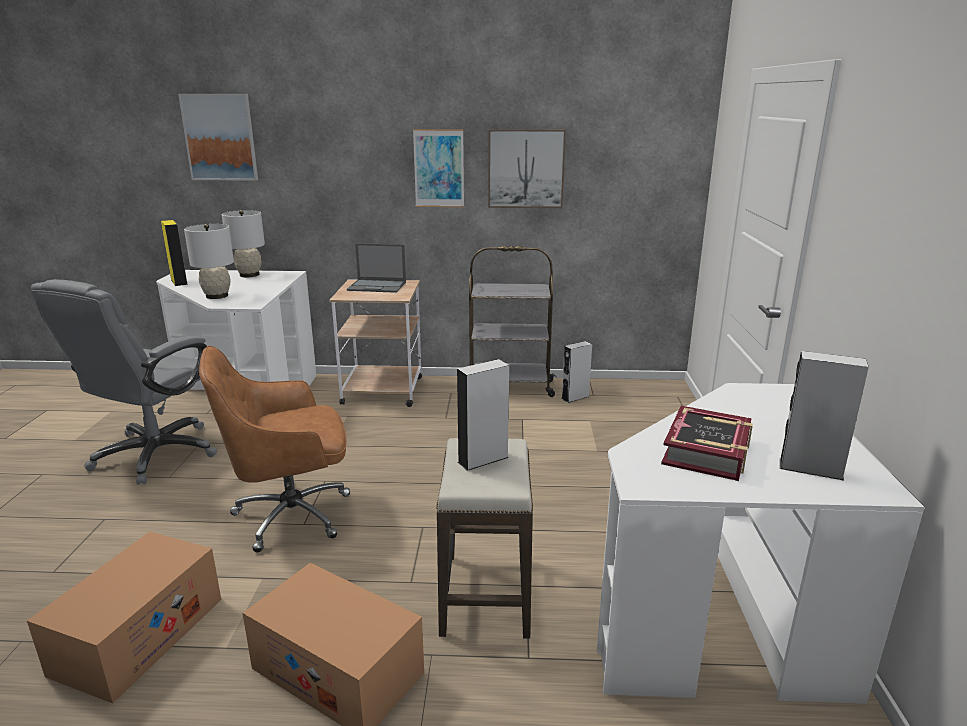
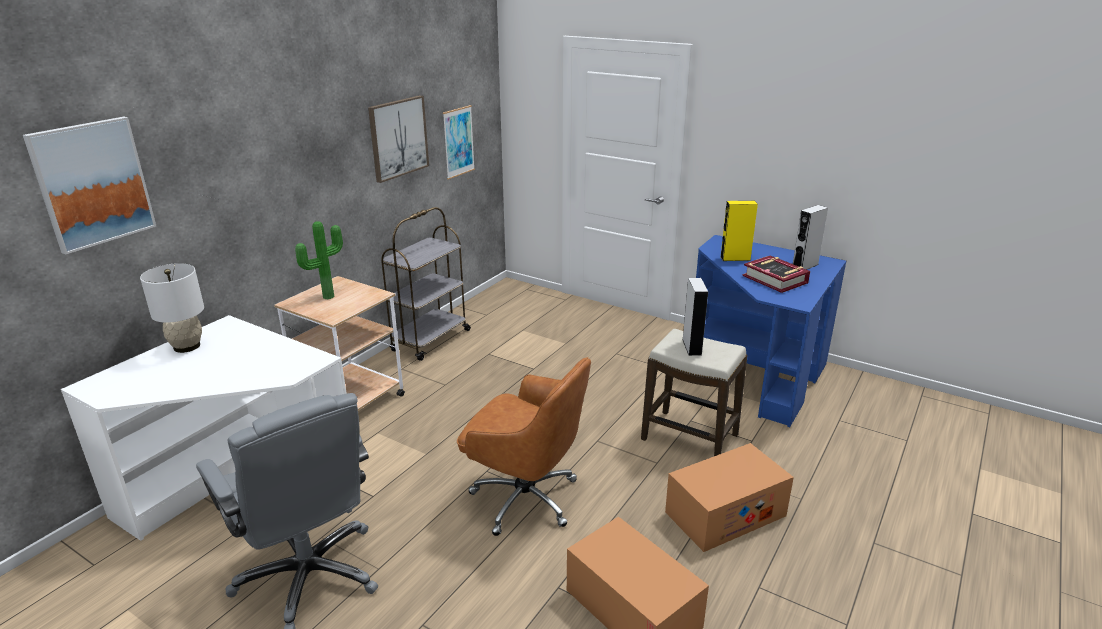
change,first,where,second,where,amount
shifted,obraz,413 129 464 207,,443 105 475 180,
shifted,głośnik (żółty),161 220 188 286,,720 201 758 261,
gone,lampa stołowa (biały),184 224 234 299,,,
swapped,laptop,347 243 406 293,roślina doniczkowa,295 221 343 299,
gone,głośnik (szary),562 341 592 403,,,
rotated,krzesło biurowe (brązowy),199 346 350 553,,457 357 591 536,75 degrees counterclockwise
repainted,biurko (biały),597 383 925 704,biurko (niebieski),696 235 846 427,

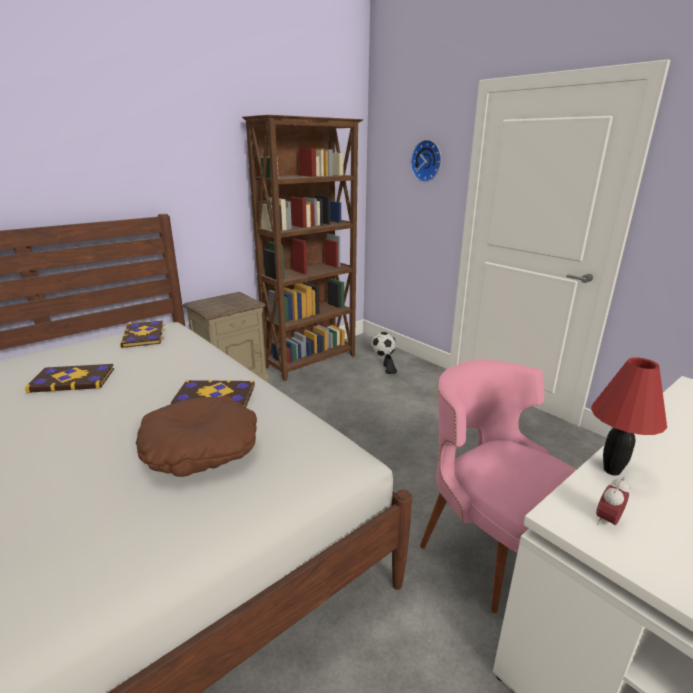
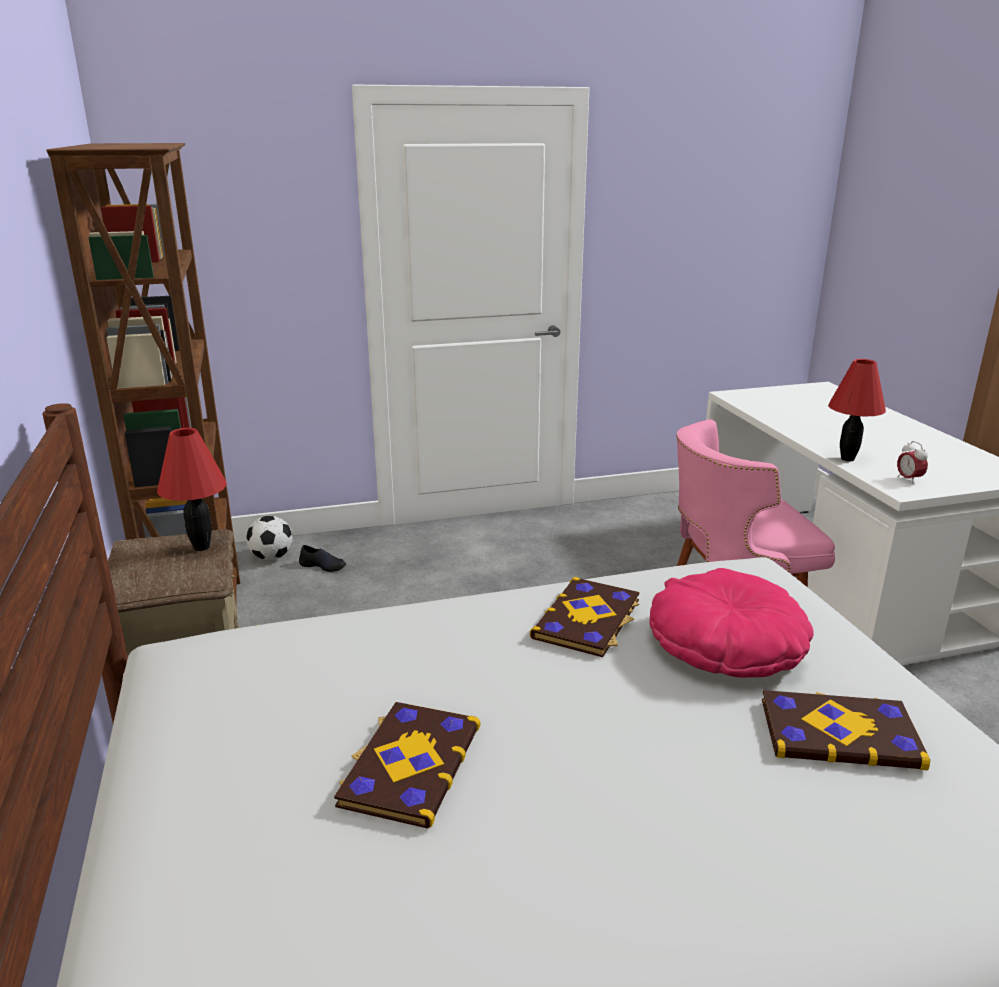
change,first,where,second,where,amount
gone,zegar ścienny,411 140 441 182,,,
shifted,książka,120 320 166 348,,762 690 930 770,
repainted,poduszka (brązowy),136 396 257 477,poduszka (różowy),649 568 814 678,
new,,,lampa stołowa (czerwony),157 428 227 551,

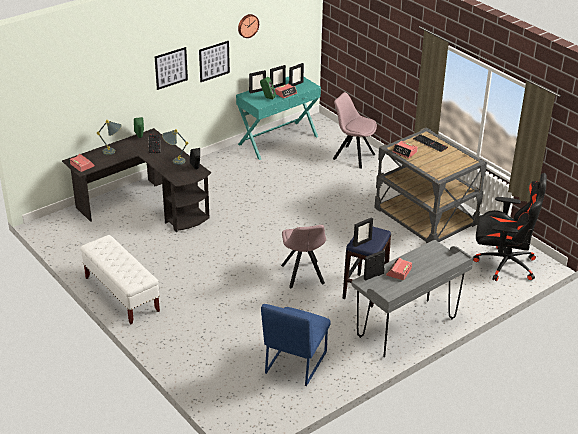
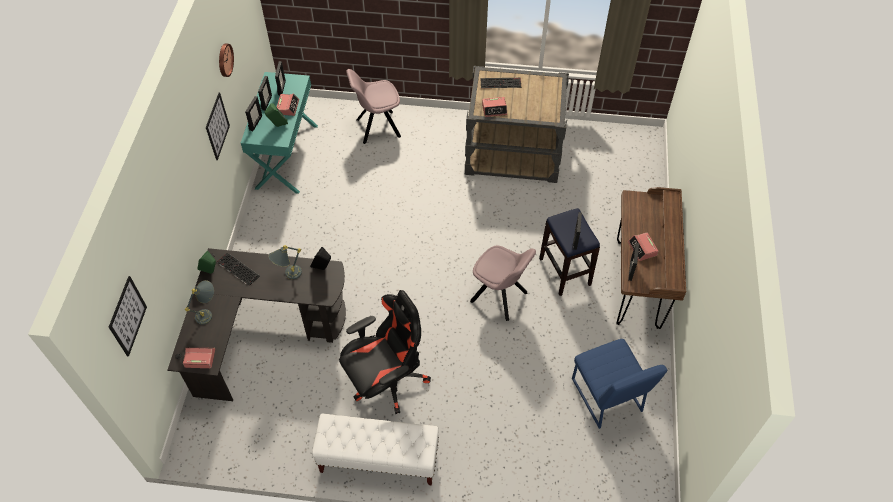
change,first,where,second,where,amount
shifted,obraz,155 47 188 90,,109 276 147 357,
shifted,krzesło biurowe (czarny),473 173 547 281,,339 290 431 414,
repainted,biurko (szary),352 240 473 357,biurko (brązowy),616 187 686 329,

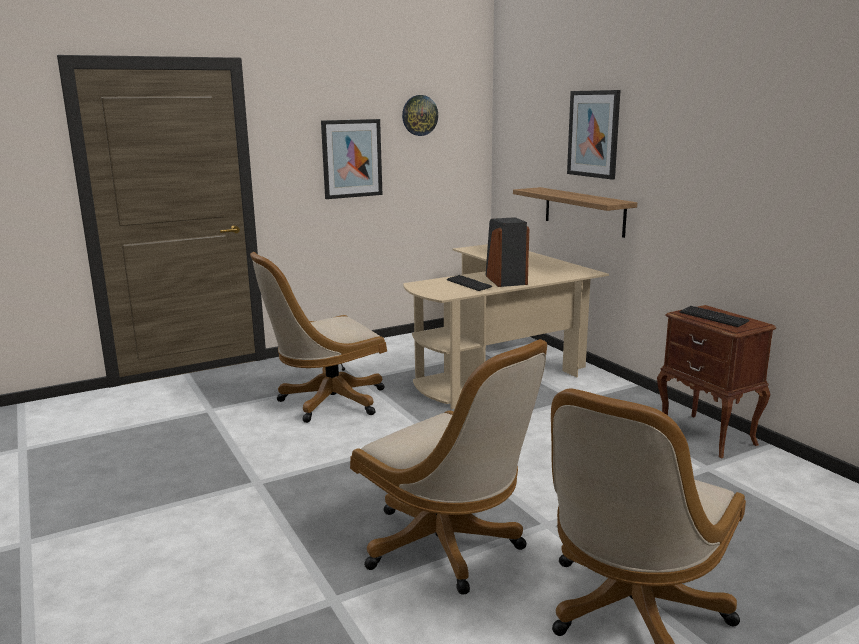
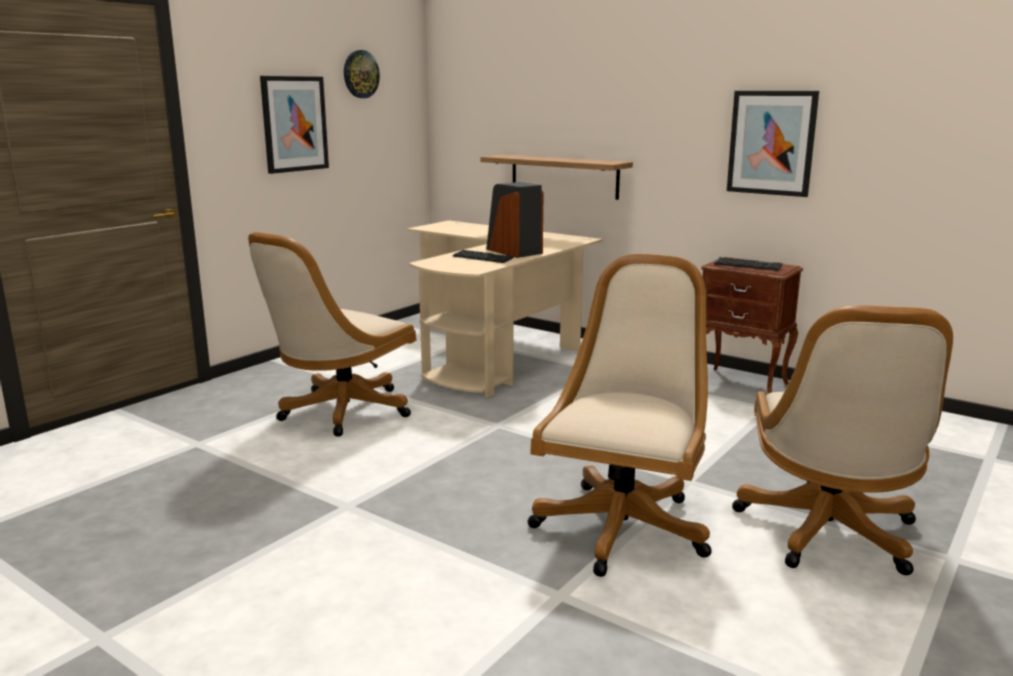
change,first,where,second,where,amount
shifted,obraz,567 90 620 180,,727 91 819 197,
rotated,krzesło biurowe,350 339 547 595,,528 253 712 577,90 degrees counterclockwise

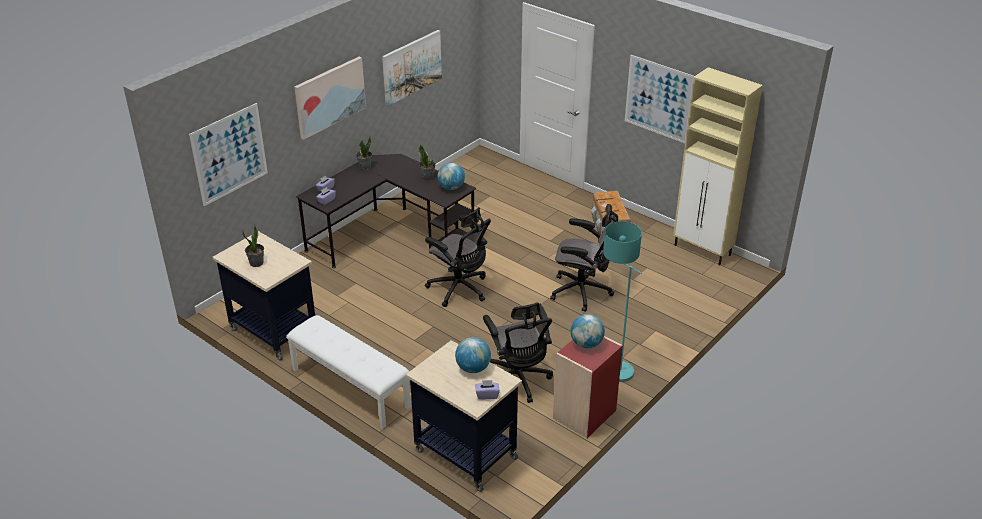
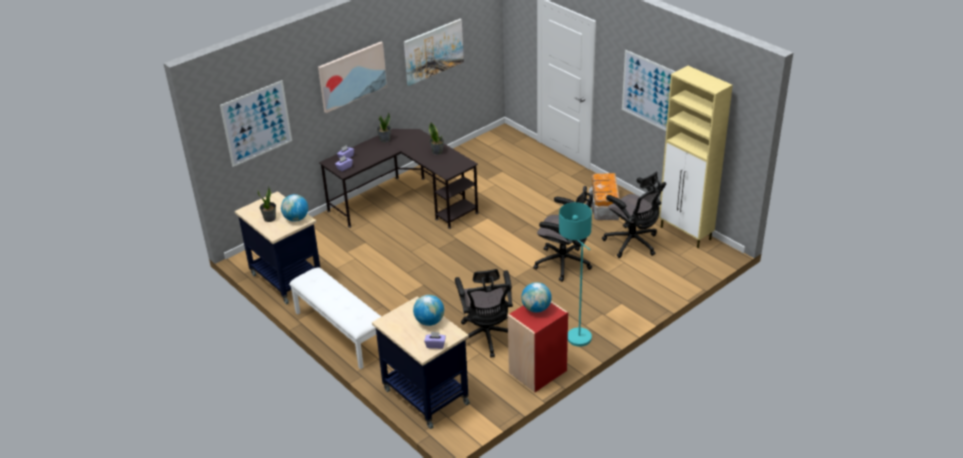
change,first,where,second,where,amount
shifted,globus,438 163 465 190,,281 194 308 222,
shifted,krzesło biurowe,425 207 491 307,,602 171 666 258,

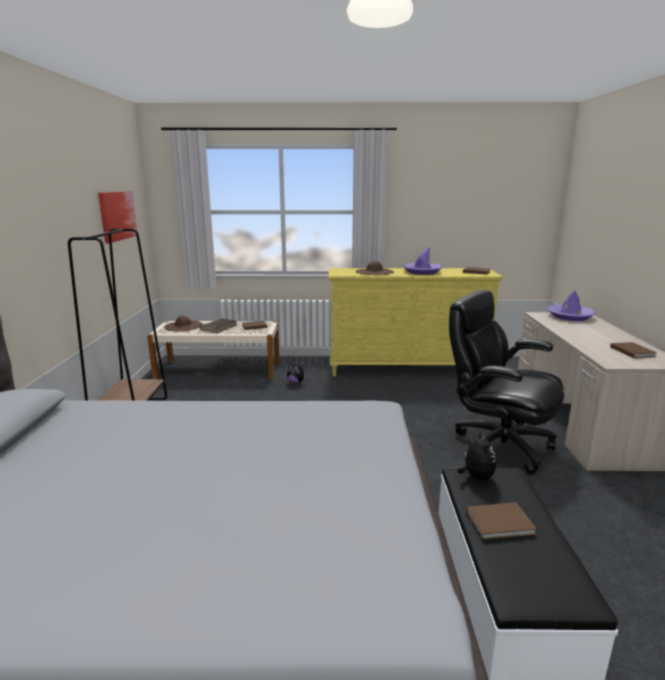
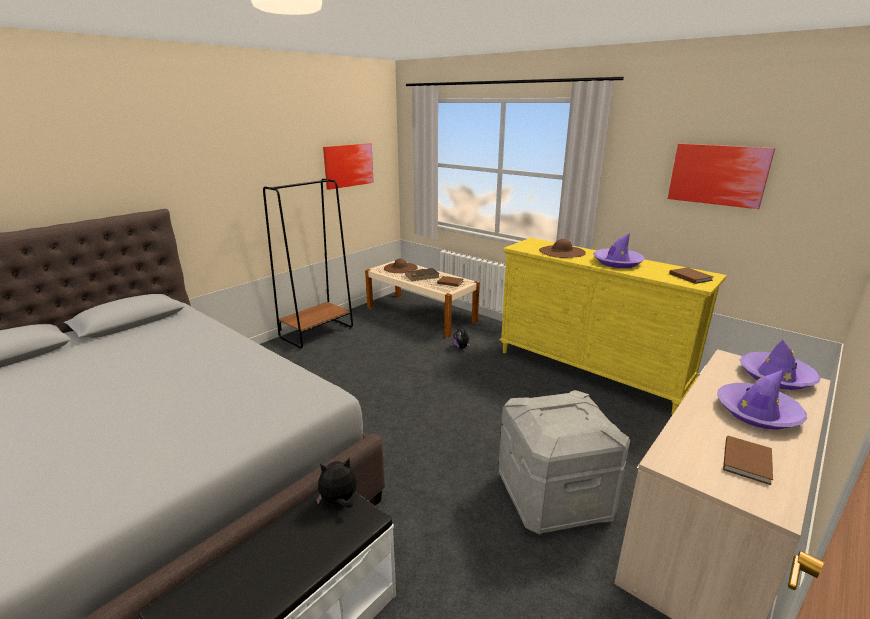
change,first,where,second,where,amount
swapped,krzesło biurowe (czarny),449 290 564 475,pojemnik do przechowywania (szary),498 390 630 535,
rotated,pluszak,458 432 497 480,,316 457 357 508,150 degrees counterclockwise
gone,książka (brązowy),466 502 537 540,,,
new,,,obraz,668 144 775 209,
new,,,kapelusz (fioletowy),717 370 807 429,

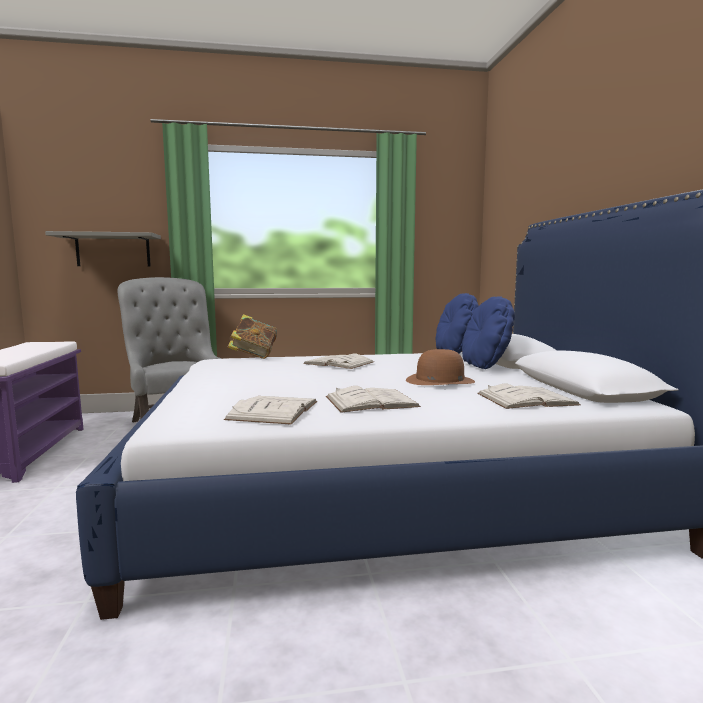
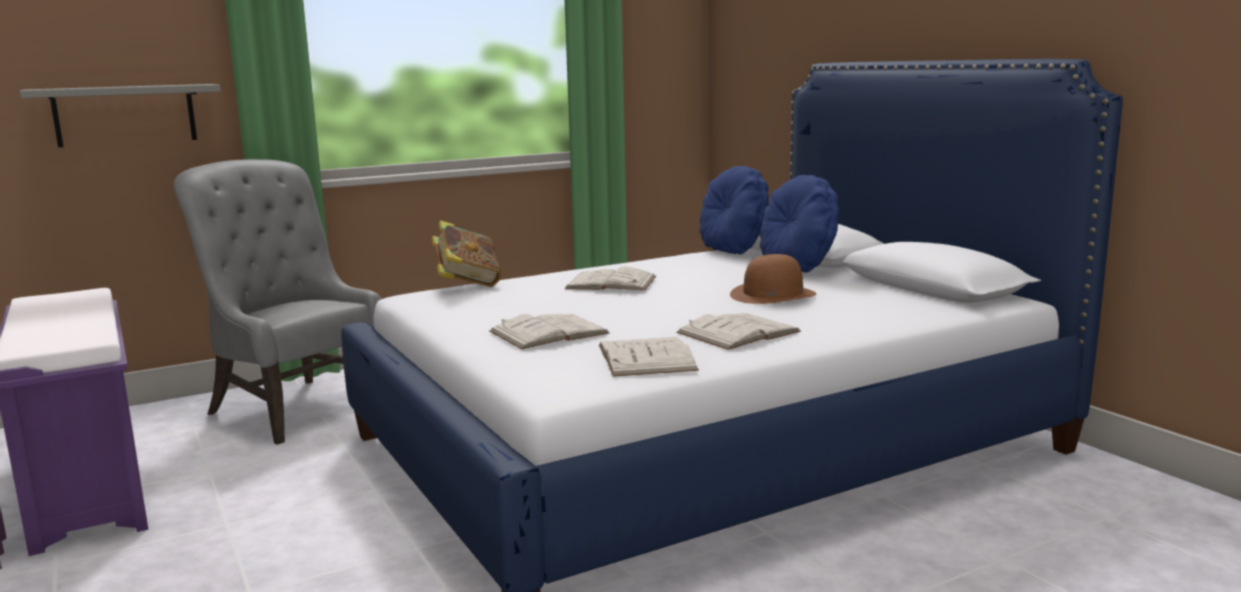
change,first,where,second,where,amount
shifted,książka (biały),477 383 581 409,,489 314 610 349,

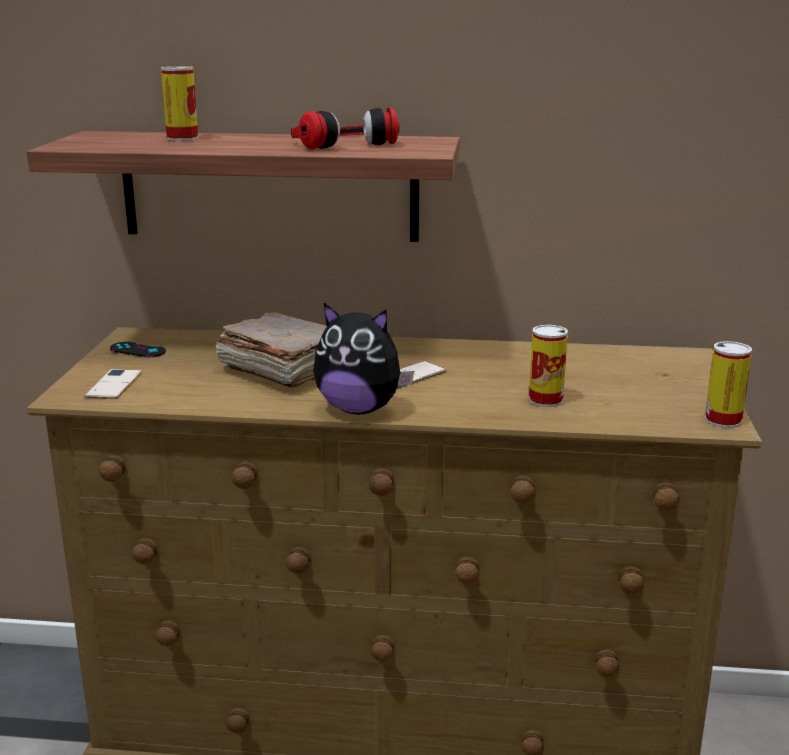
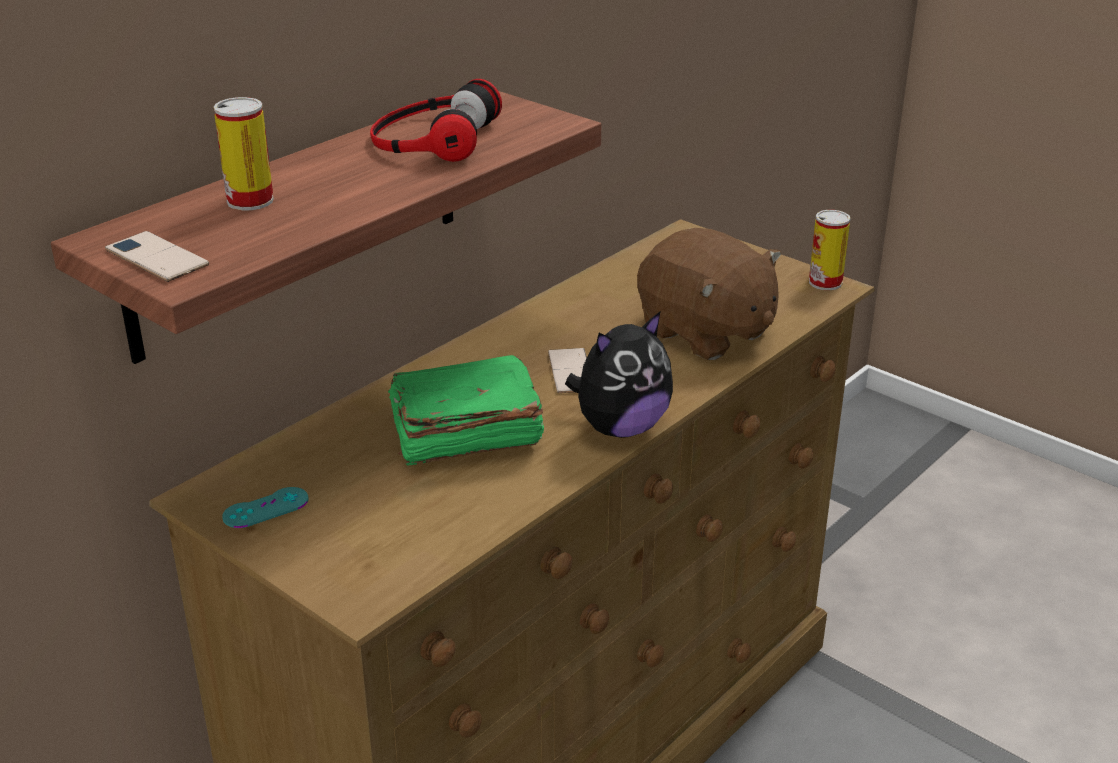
change,first,where,second,where,amount
repainted,książka (brązowy),216 312 327 388,książka (zielony),388 355 544 466,
swapped,puszka,529 325 568 407,pluszak (brązowy),637 228 781 360,
repainted,pad do gier (czarny),110 342 166 357,pad do gier (turkusowy),222 487 309 528,
shifted,telefon,85 369 142 399,,105 231 209 282,

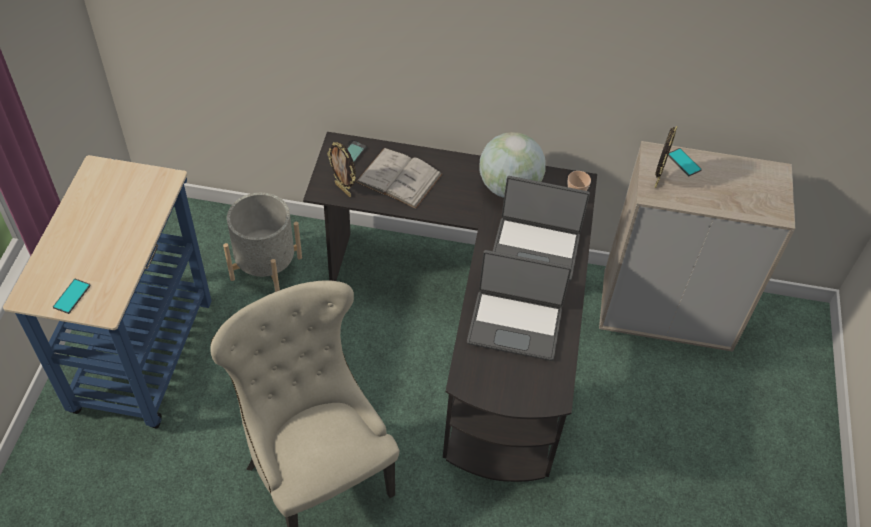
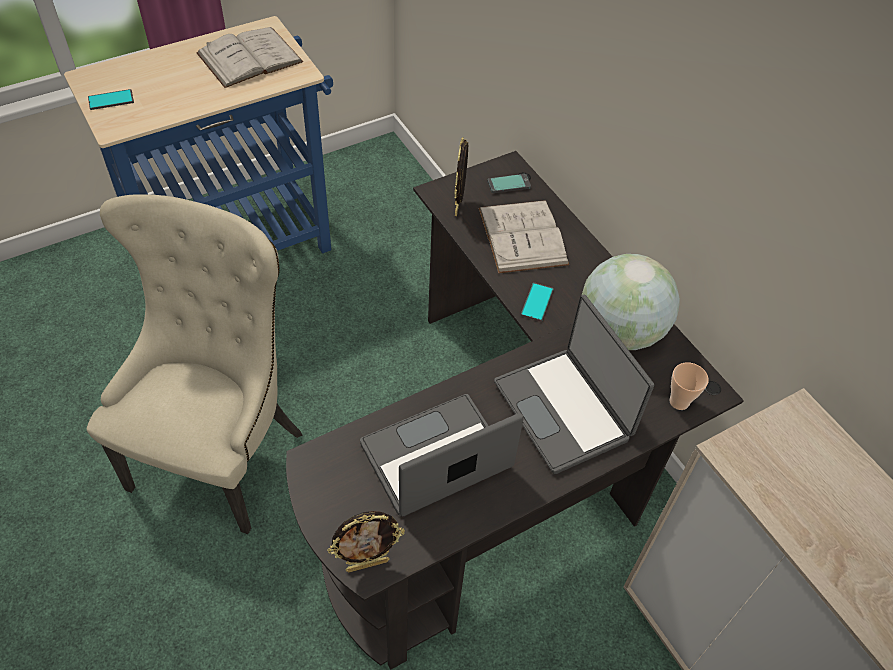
change,first,where,second,where,amount
shifted,ramka na zdjęcie,654 126 677 188,,327 511 405 573,
shifted,telefon,668 148 702 176,,521 282 554 322,
gone,donica (szary),223 193 302 292,,,
rotated,laptop,467 250 572 361,,360 394 524 517,90 degrees clockwise
new,,,książka (biały),196 27 303 88,

